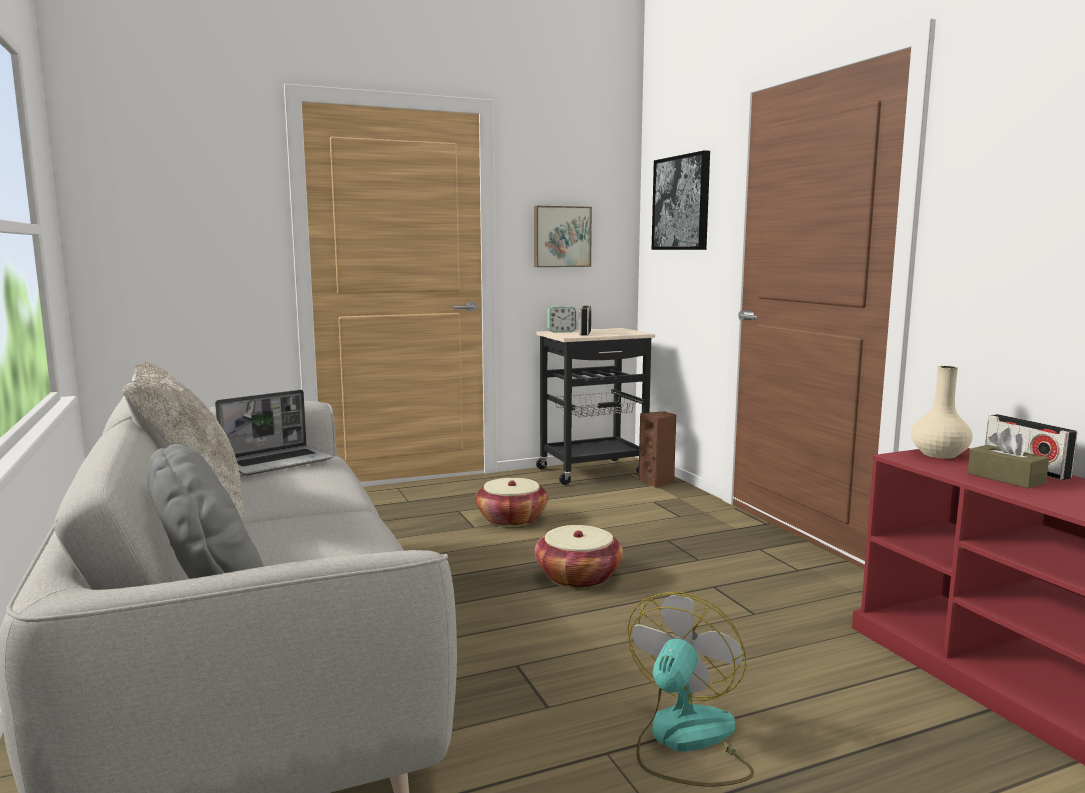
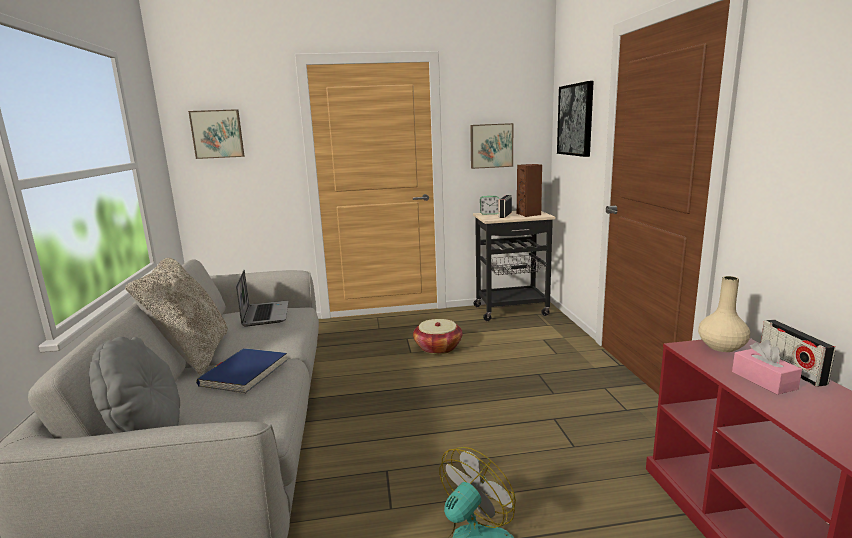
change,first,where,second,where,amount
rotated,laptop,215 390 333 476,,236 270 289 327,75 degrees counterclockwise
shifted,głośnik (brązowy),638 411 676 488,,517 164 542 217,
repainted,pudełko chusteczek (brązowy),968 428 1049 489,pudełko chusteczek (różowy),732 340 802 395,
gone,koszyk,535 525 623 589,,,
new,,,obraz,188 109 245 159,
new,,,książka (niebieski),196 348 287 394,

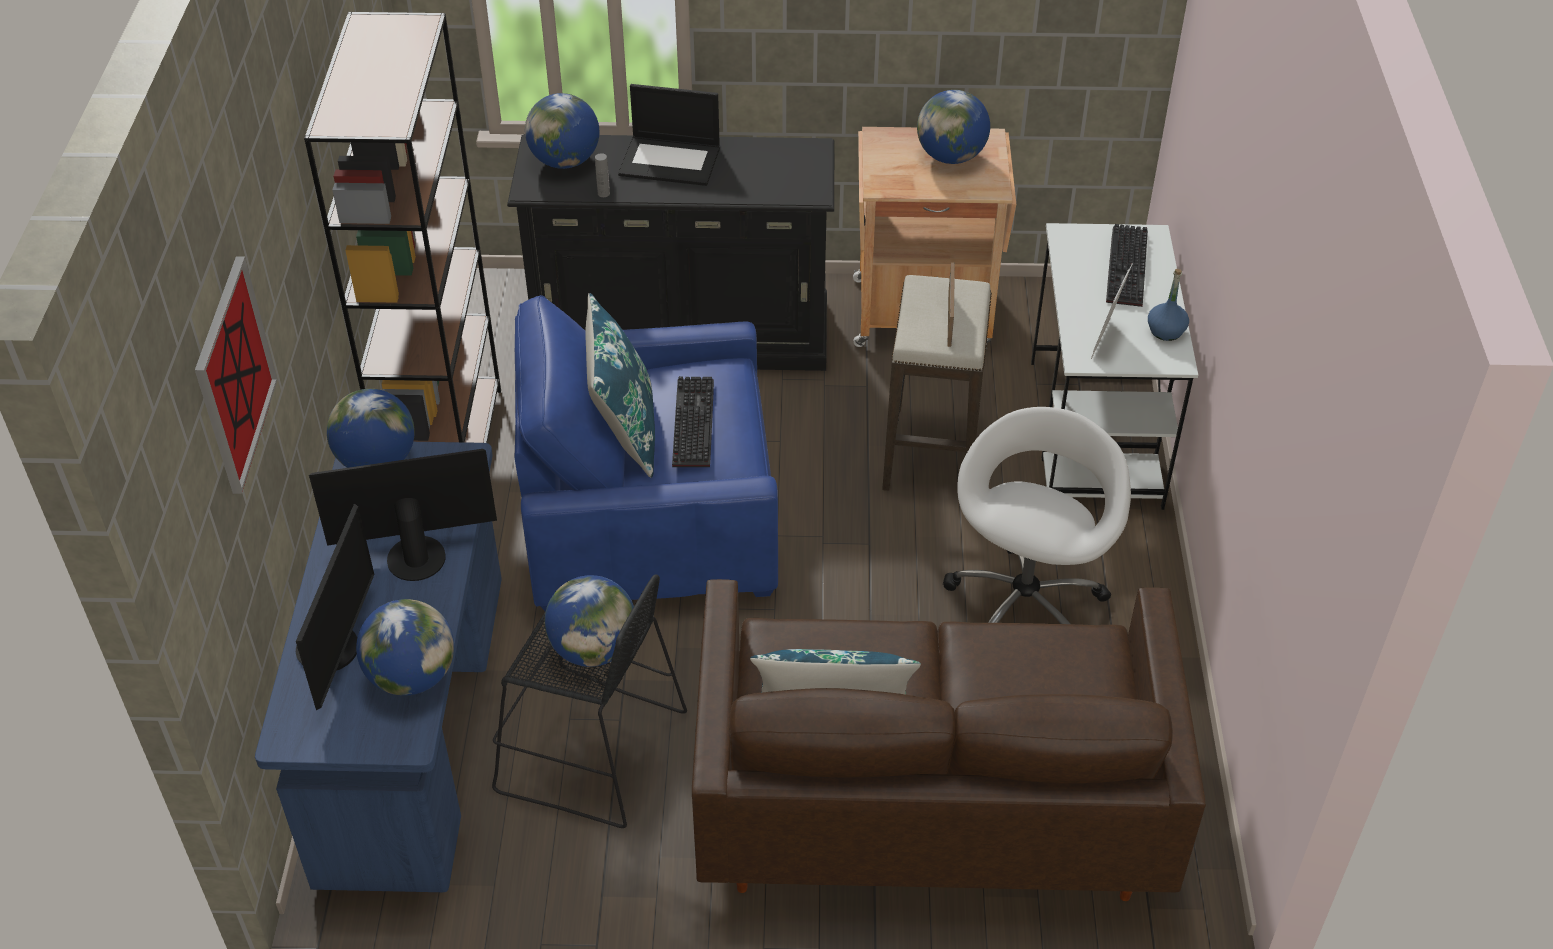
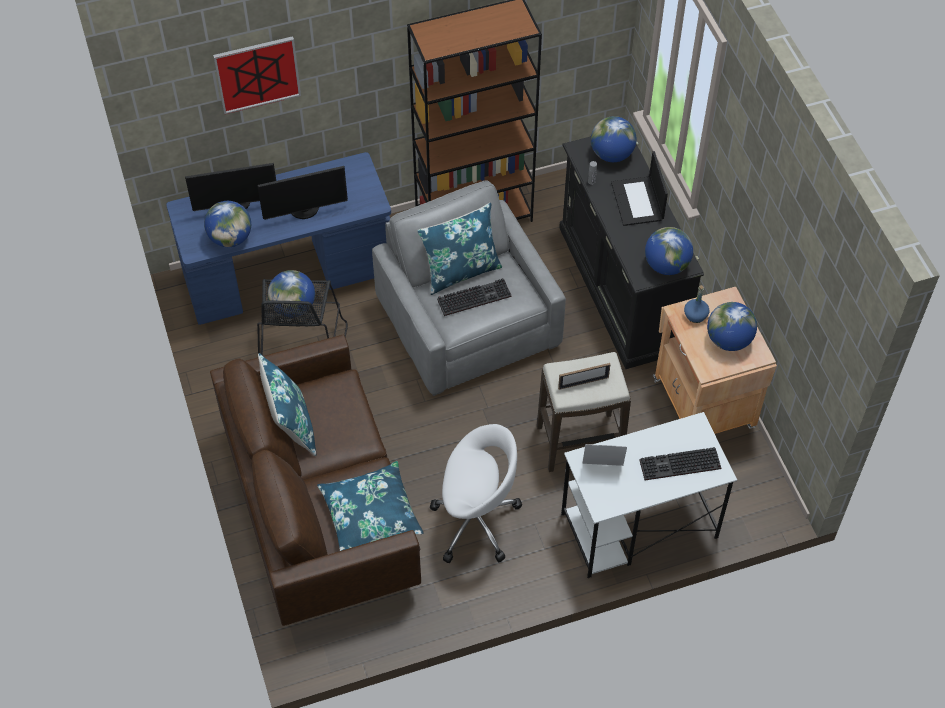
change,first,where,second,where,amount
shifted,butelka (niebieski),1148 269 1189 341,,684 285 709 323,
repainted,fotel (niebieski),514 295 778 611,fotel (szary),372 180 566 396,
shifted,globus,327 389 415 468,,645 227 693 275,
rotated,monitor,309 449 497 581,,257 166 348 220,105 degrees clockwise
new,,,poduszka (niebieski),317 461 424 551,

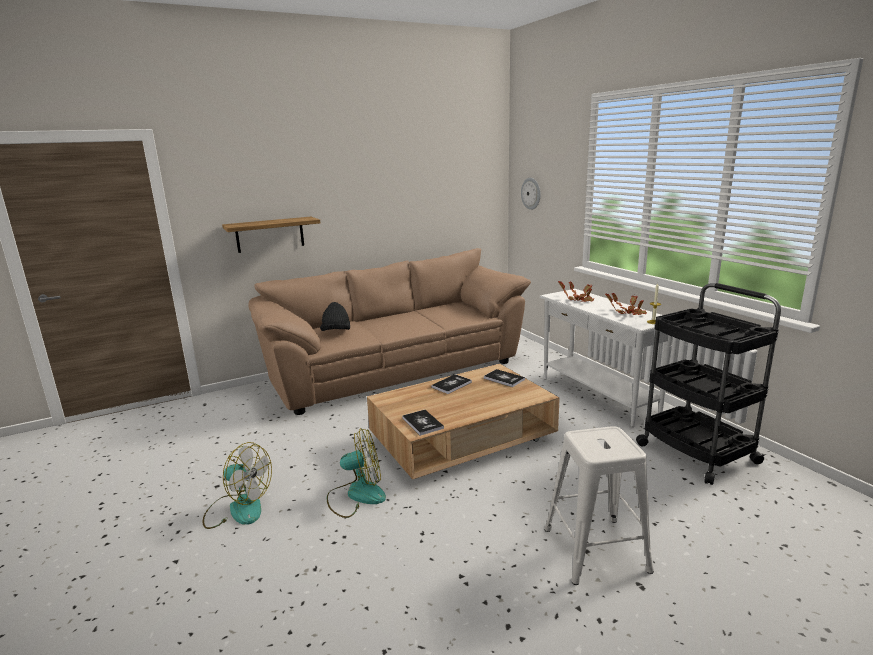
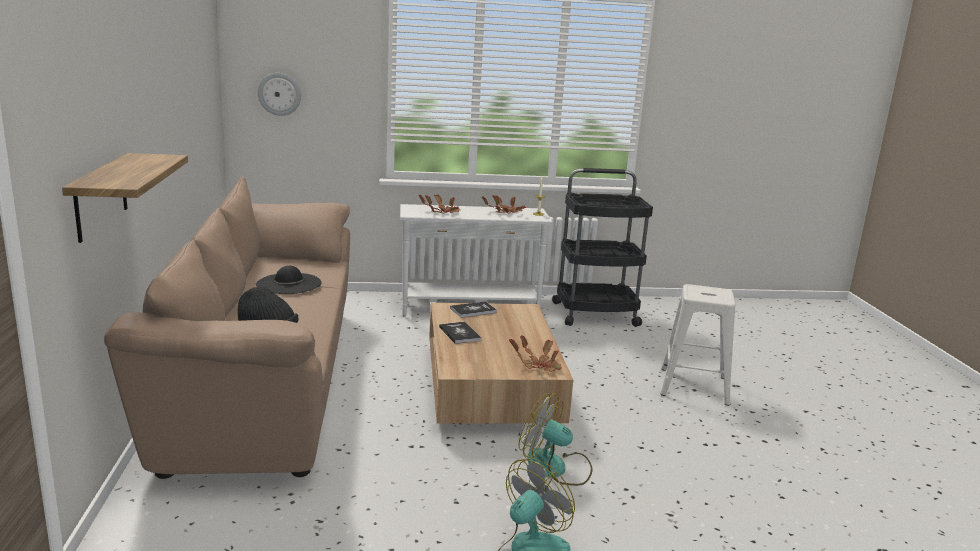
change,first,where,second,where,amount
swapped,książka,402 410 444 436,roślina doniczkowa,509 335 562 372,
rotated,wentylator,327 428 386 518,,519 393 593 486,75 degrees counterclockwise
new,,,kapelusz (czarny),256 266 321 294,

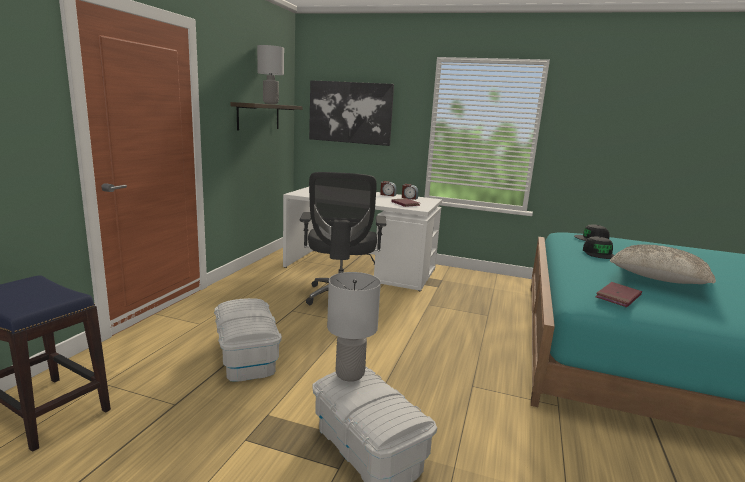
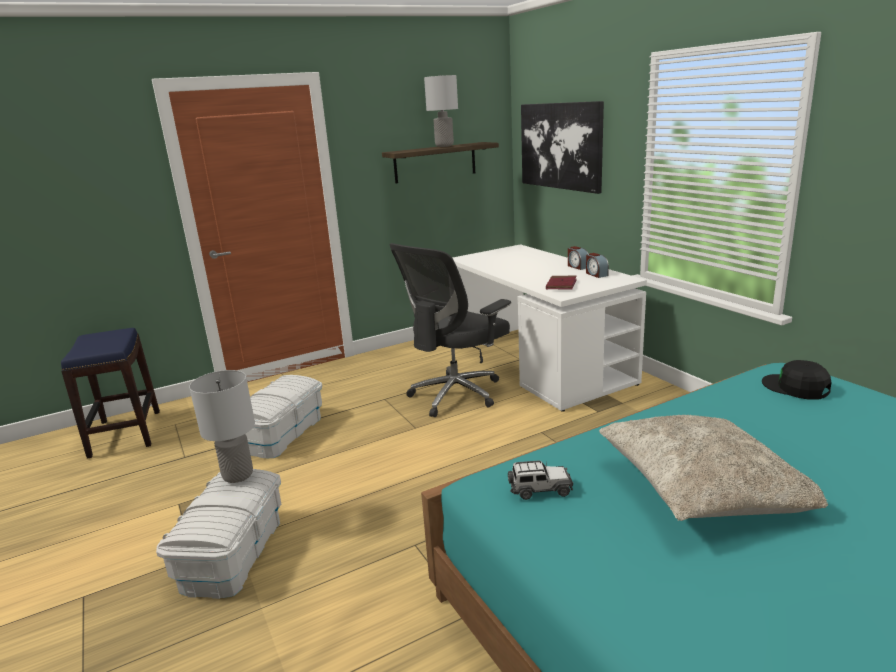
change,first,where,second,where,amount
gone,czapka z daszkiem (czarny),583 237 615 259,,,
swapped,książka (czerwony),595 282 642 307,samochodzik,508 460 573 500,

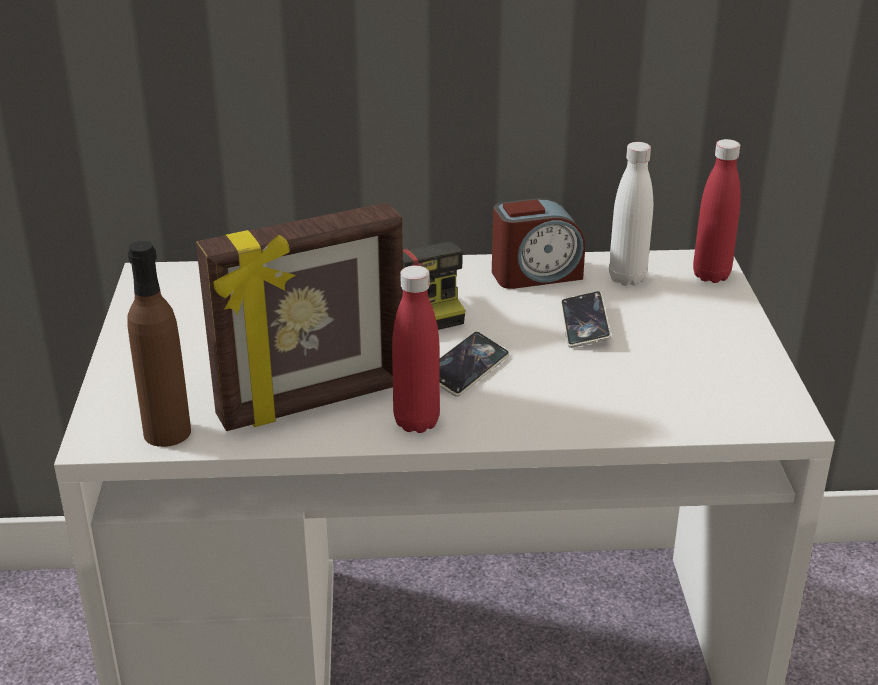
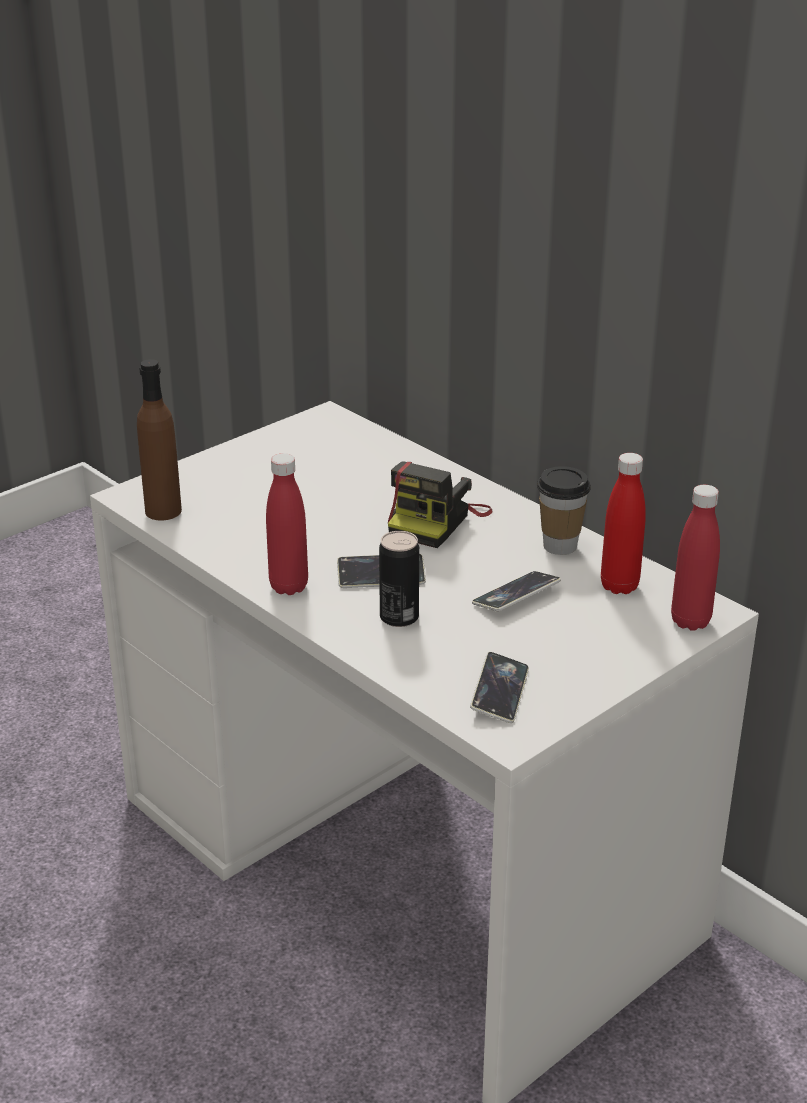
change,first,where,second,where,amount
repainted,butelka (biały),609 142 653 286,butelka (czerwony),601 453 646 594,
swapped,budzik,492 198 585 289,filiżanka,537 466 591 555,
gone,ramka na zdjęcie,196 202 403 431,,,
new,,,puszka,379 531 419 627,
new,,,telefon,470 652 529 723,

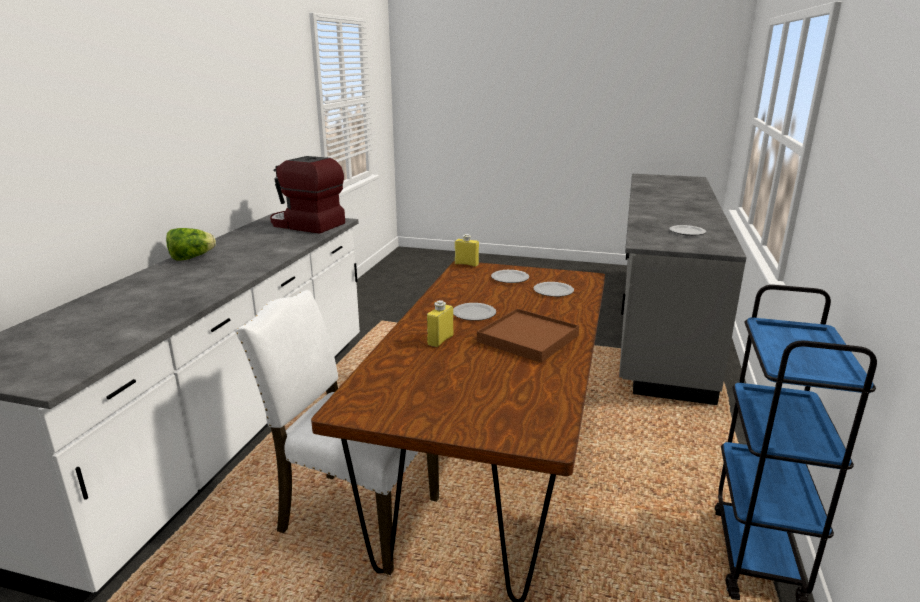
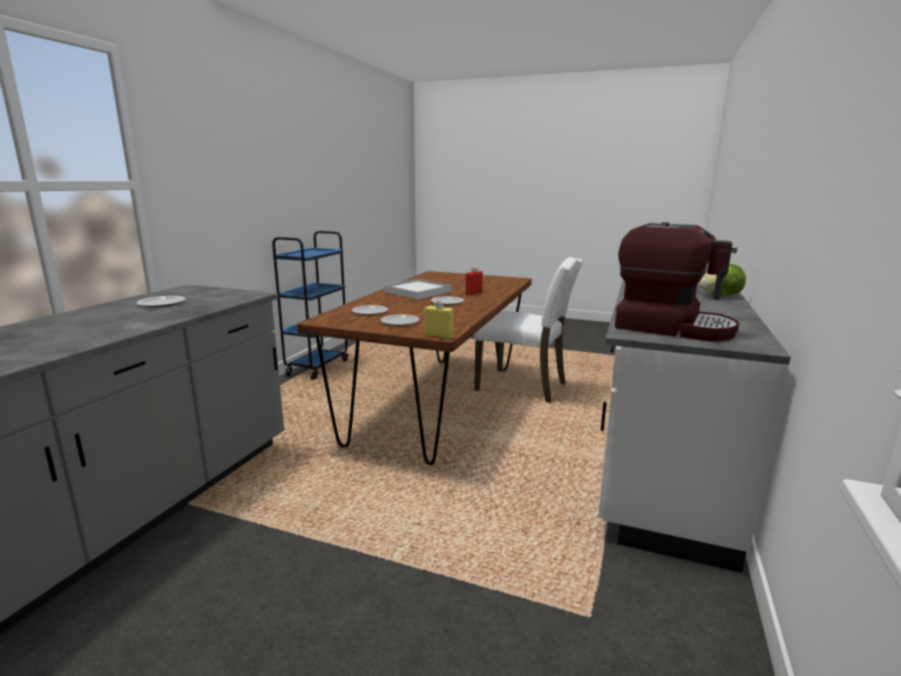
change,first,where,second,where,amount
repainted,butelka (żółty),427 300 453 347,butelka (czerwony),465 266 483 295,
repainted,taca (brązowy),477 309 579 363,taca (biały),384 279 451 300,

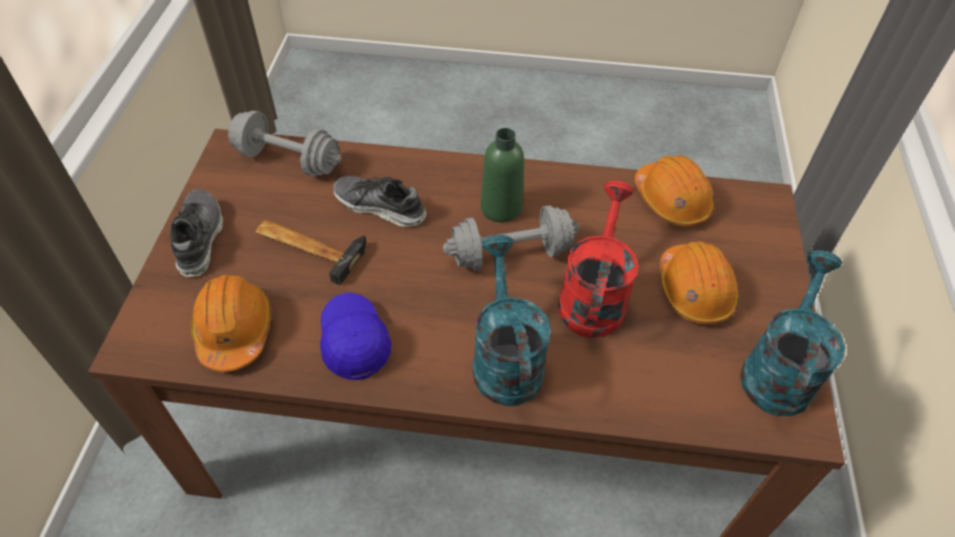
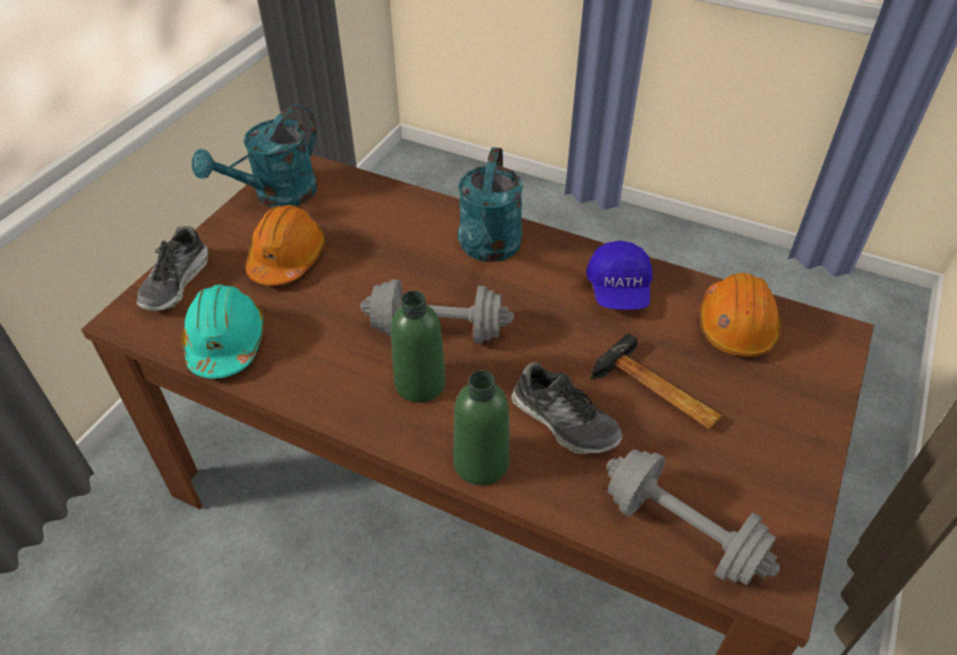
change,first,where,second,where,amount
repainted,kask (pomarańczowy),634 155 715 226,kask (turkusowy),181 284 264 379,
gone,konewka (czerwony),558 180 639 338,,,
shifted,but,170 189 223 277,,137 226 209 311,
new,,,butelka (zielony),453 370 510 486,

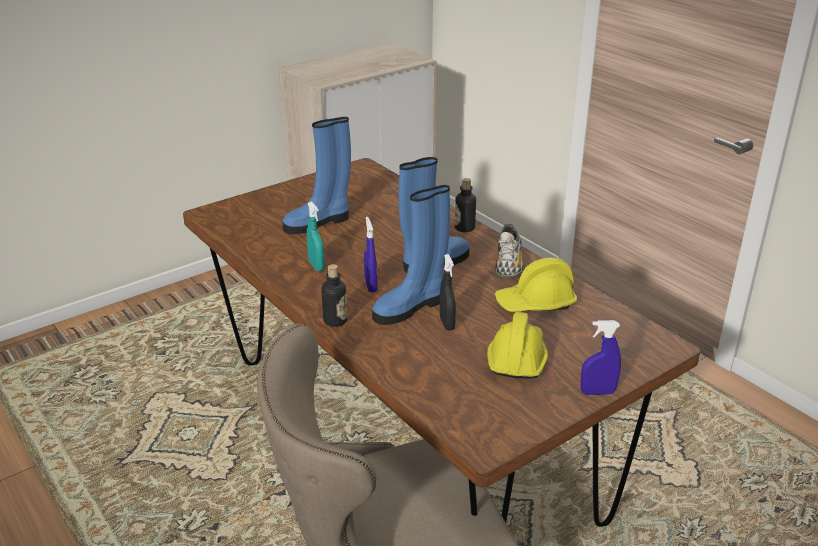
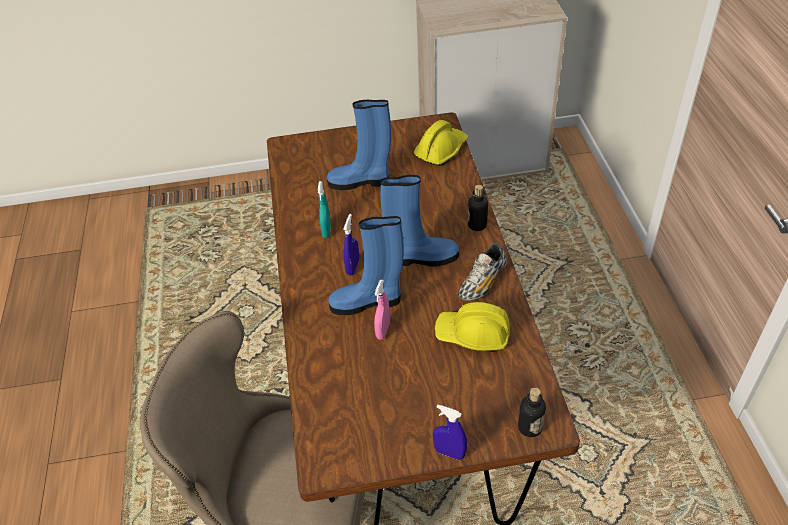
change,first,where,second,where,amount
repainted,spryskiwacz (czarny),440 254 456 331,spryskiwacz (różowy),374 279 390 340,
shifted,butelka,321 264 348 327,,518 387 546 437,
shifted,kask (żółty),487 312 548 379,,414 120 468 166,

